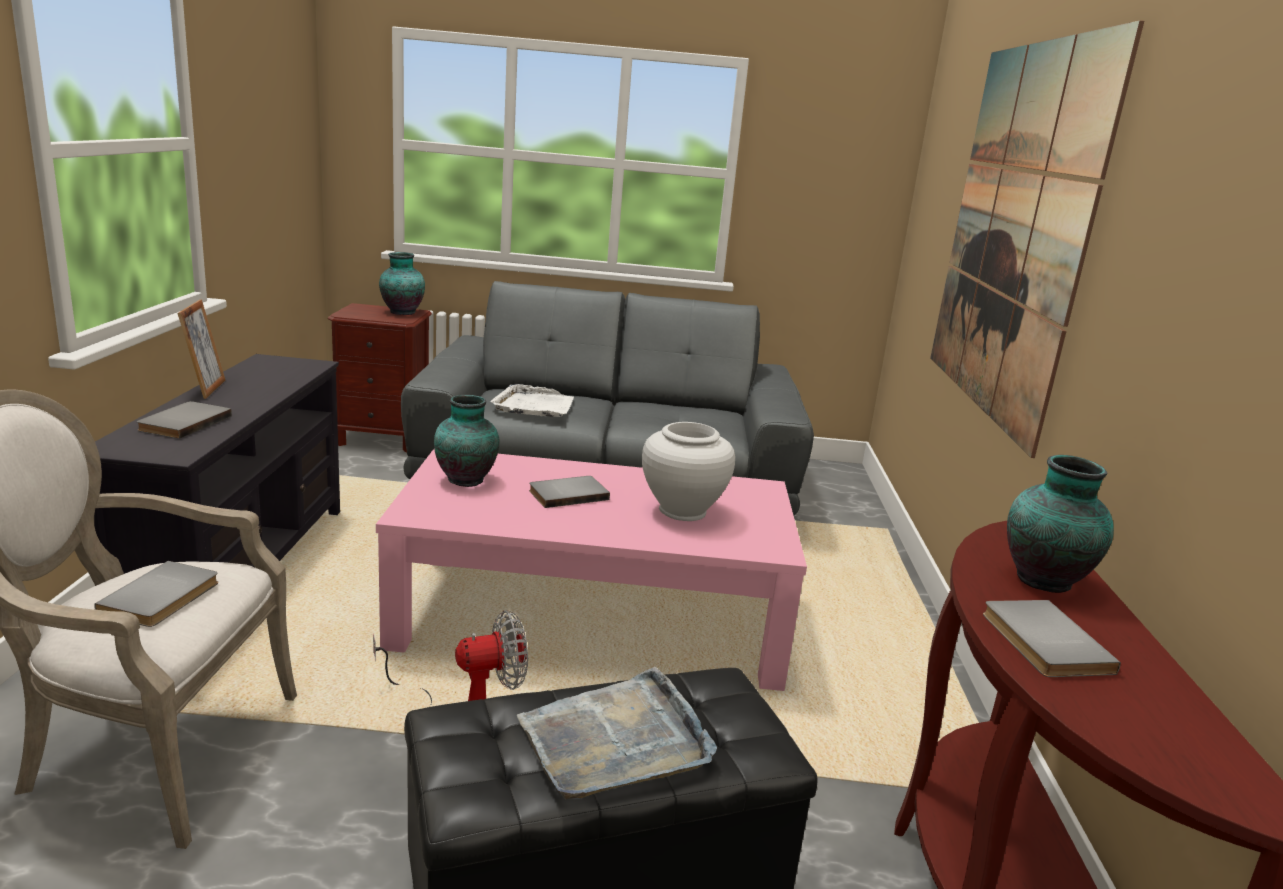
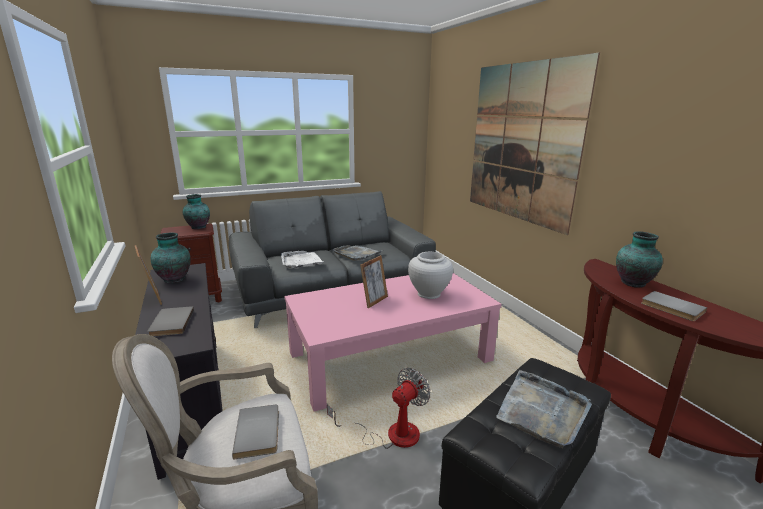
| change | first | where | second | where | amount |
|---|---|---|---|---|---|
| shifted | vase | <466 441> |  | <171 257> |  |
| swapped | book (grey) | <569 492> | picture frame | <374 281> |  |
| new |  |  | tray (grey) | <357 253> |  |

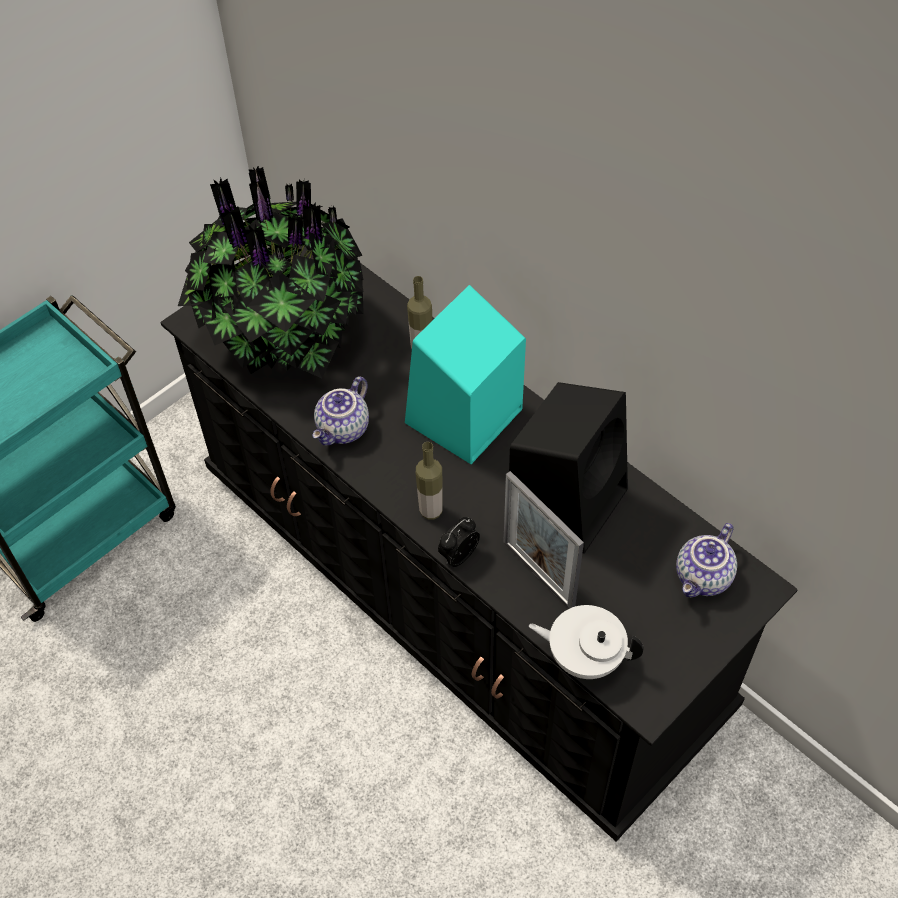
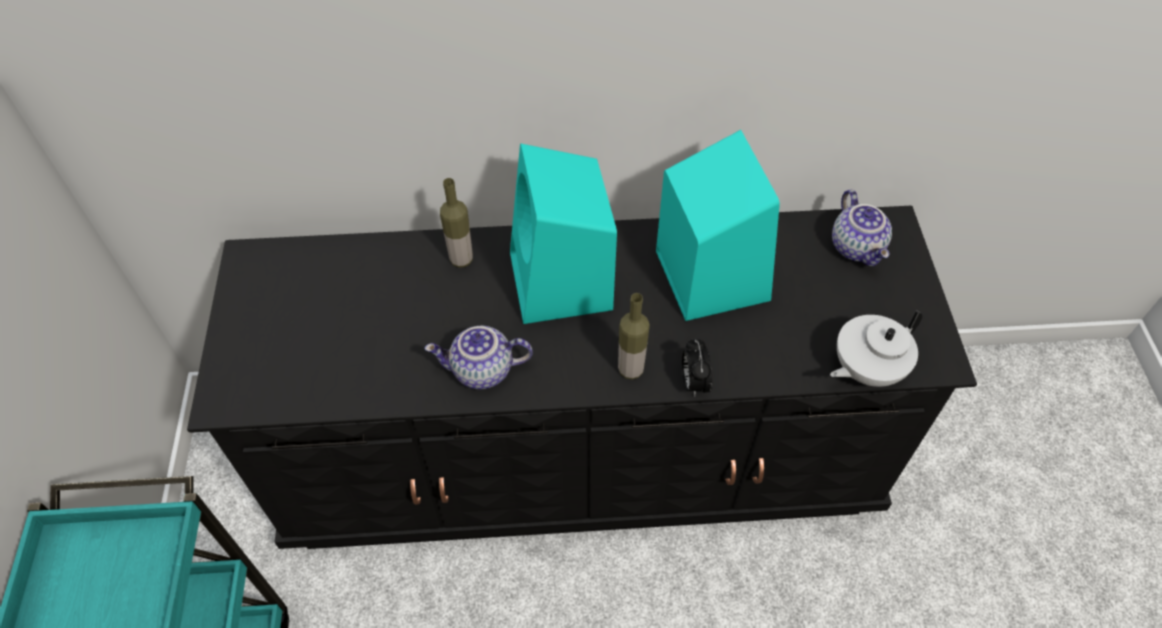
| change | first | where | second | where | amount |
|---|---|---|---|---|---|
| gone | potted plant | <271 272> |  |  |  |
| rotated | teapot | <341 411> |  | <479 357> | 105 degrees clockwise |
| gone | picture frame | <543 540> |  |  |  |
| repainted | speaker (black) | <568 468> | speaker (turquoise) | <718 225> |  |

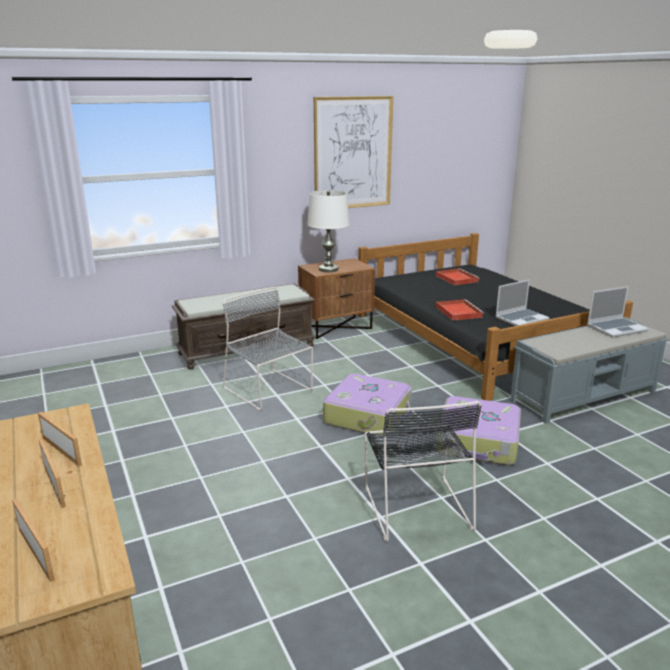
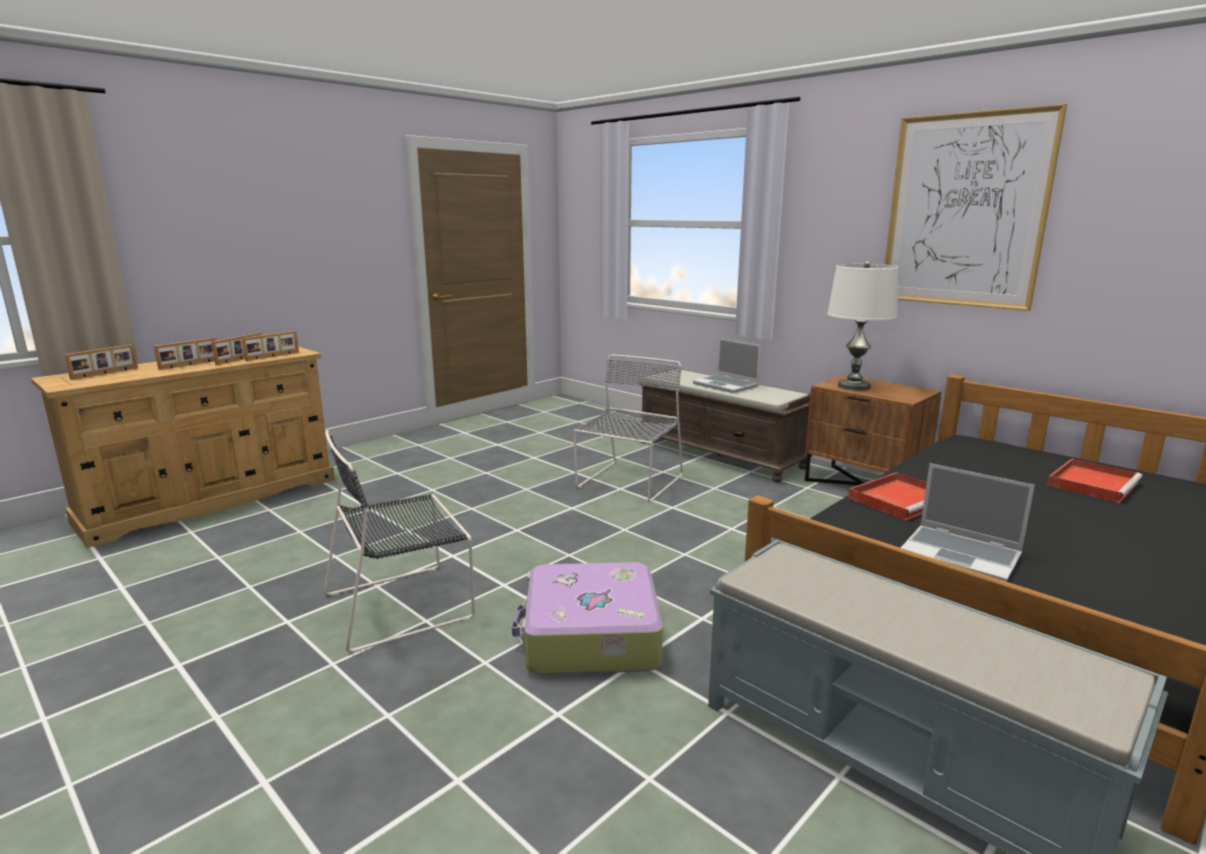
| change | first | where | second | where | amount |
|---|---|---|---|---|---|
| gone | suitcase | <367 405> |  |  |  |
| shifted | laptop | <618 312> |  | <727 365> |  |
| new |  |  | picture frame | <270 346> |  |

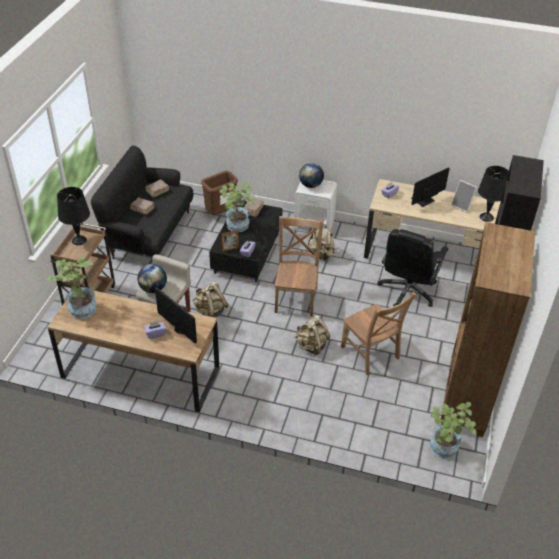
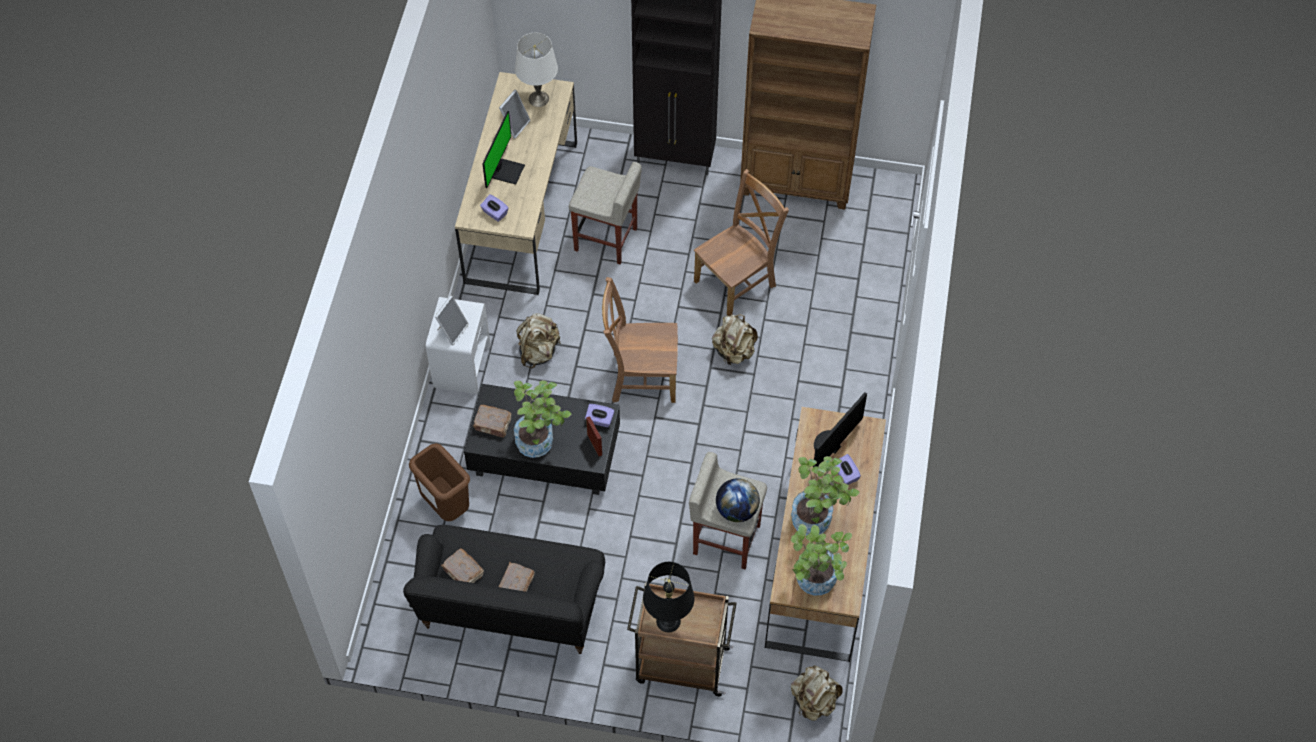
| change | first | where | second | where | amount |
|---|---|---|---|---|---|
| shifted | backpack (beige) | <210 300> |  | <817 693> |  |
| swapped | globe | <311 175> | picture frame | <452 320> |  |
| swapped | office chair (black) | <412 268> | stool (beige) | <605 213> |  |
| rotated | monitor | <430 187> |  | <504 149> | 120 degrees counterclockwise |
| shifted | potted plant | <453 430> |  | <825 496> |  |
| repainted | table lamp (black) | <493 194> | table lamp (white) | <536 70> |  |

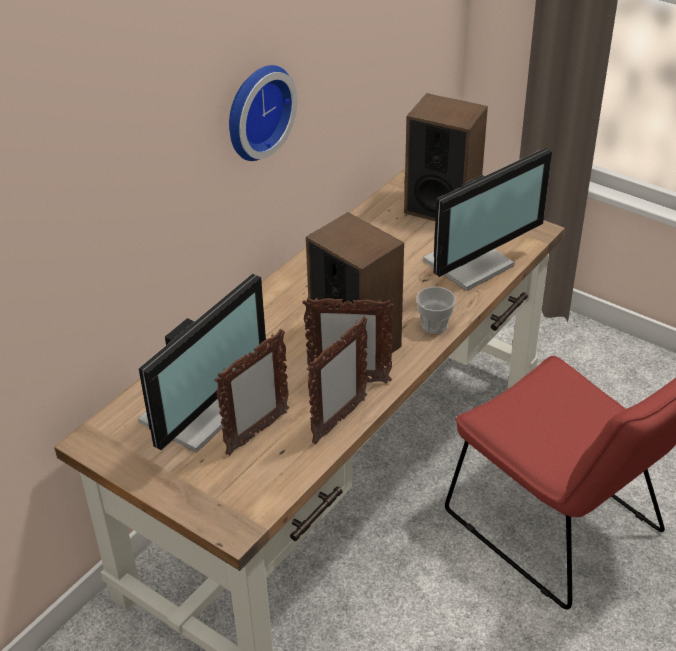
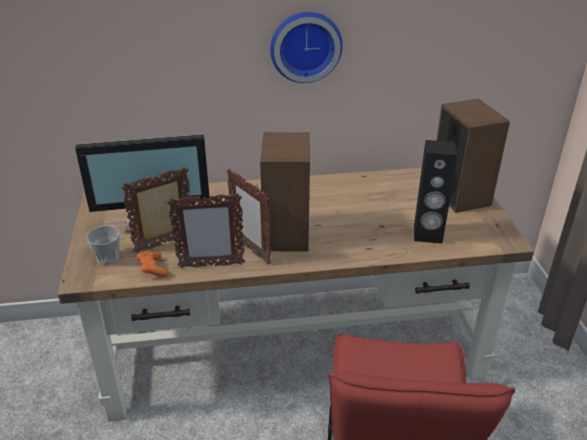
| change | first | where | second | where | amount |
|---|---|---|---|---|---|
| rotated | picture frame | <252 392> |  | <156 210> | 150 degrees clockwise |
| shifted | cup | <436 310> |  | <103 245> |  |
| swapped | monitor | <487 219> | speaker (black) | <436 192> |  |
| new |  |  | game controller (orange) | <153 264> |  |

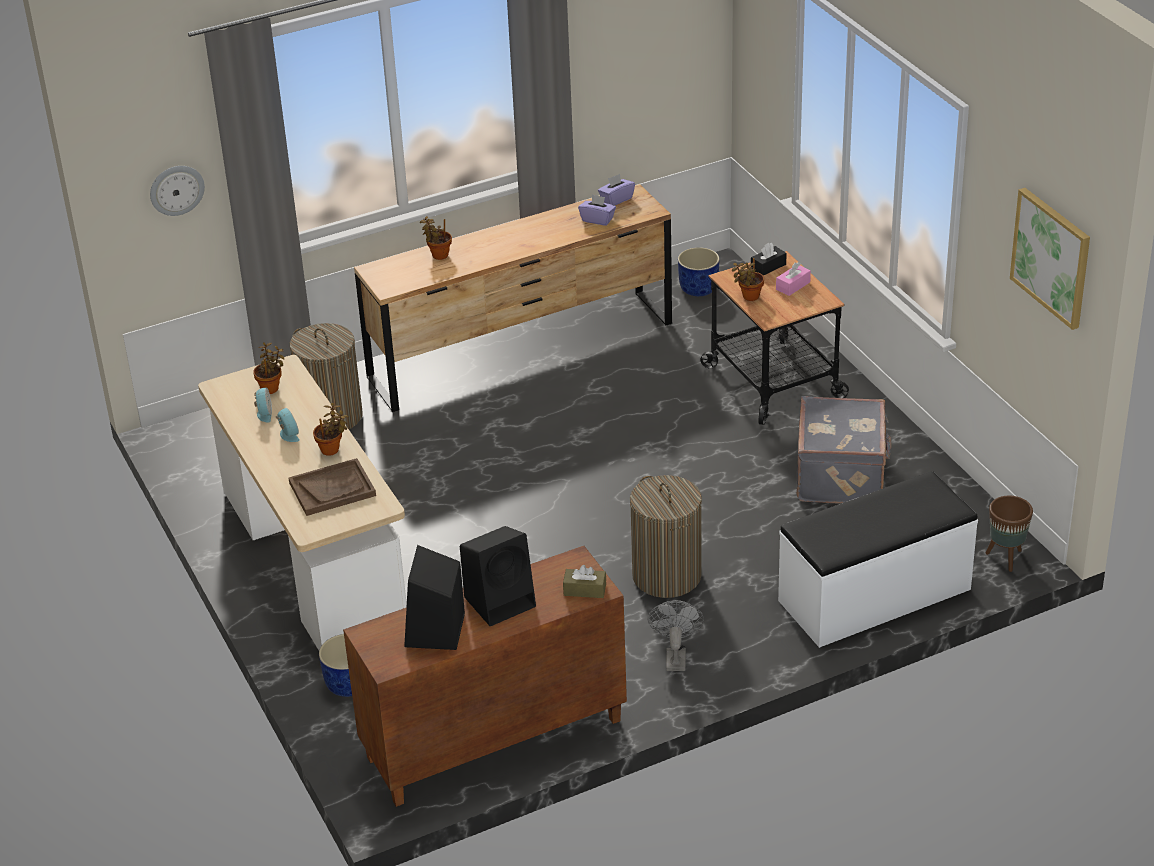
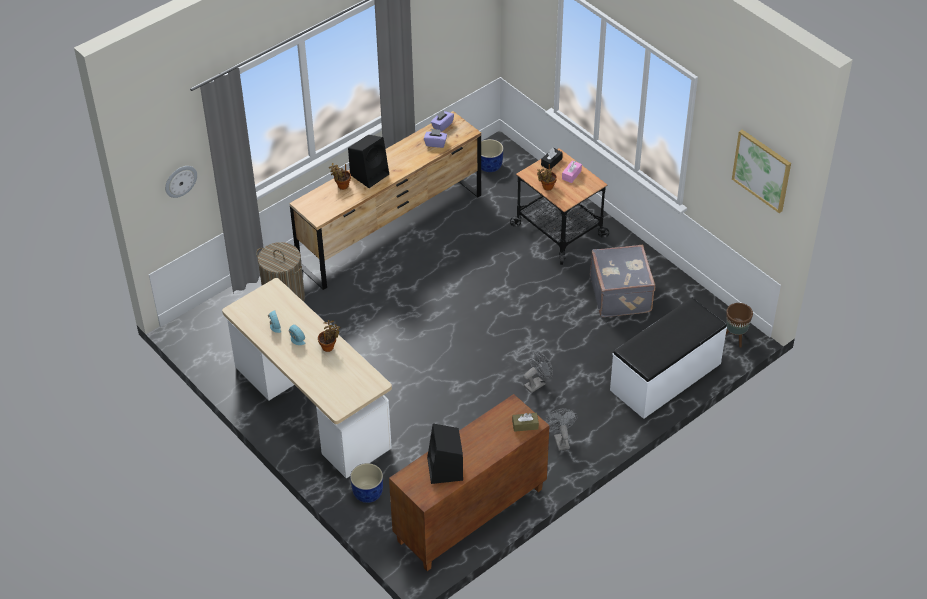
| change | first | where | second | where | amount |
|---|---|---|---|---|---|
| gone | potted plant | <268 368> |  |  |  |
| gone | tray (brown) | <332 487> |  |  |  |
| shifted | speaker (black) | <498 576> |  | <368 161> |  |
| swapped | laundry basket | <666 536> | fan (grey) | <538 372> |  |

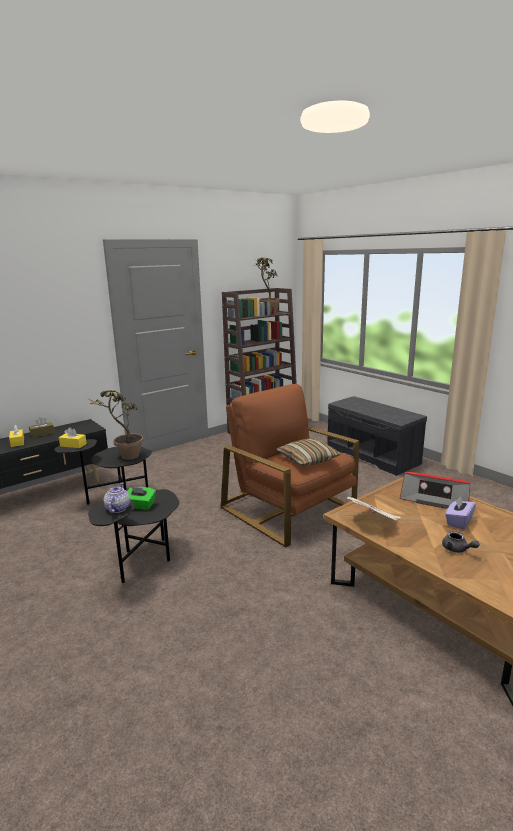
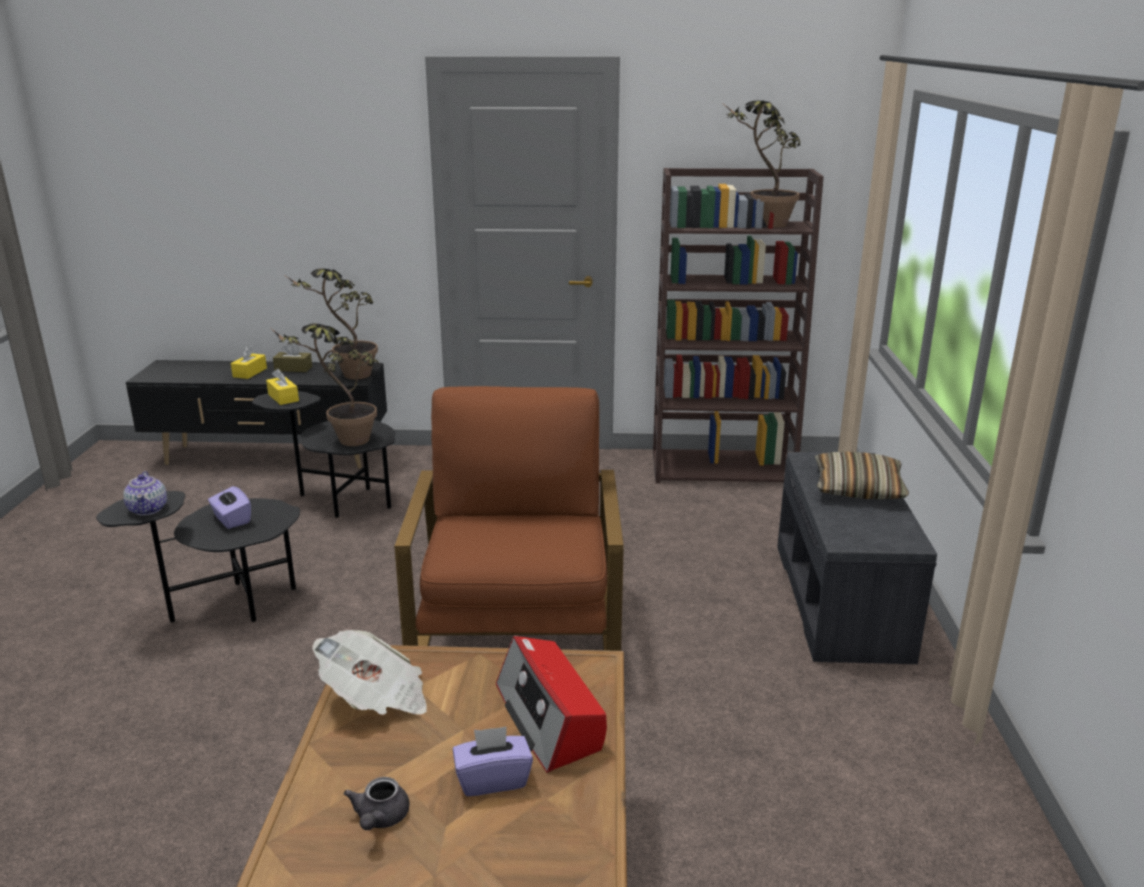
| change | first | where | second | where | amount |
|---|---|---|---|---|---|
| rotated | teapot | <116 498> |  | <145 493> | 120 degrees clockwise |
| repainted | tissue box (green) | <141 498> | tissue box (purple) | <229 507> |  |
| shifted | pillow | <308 452> |  | <861 475> |  |
| new |  |  | potted plant | <332 324> |  |

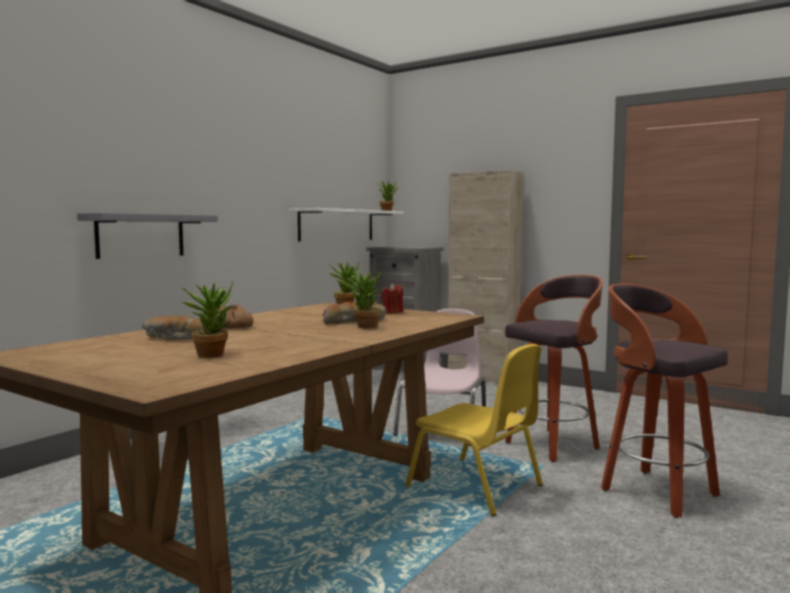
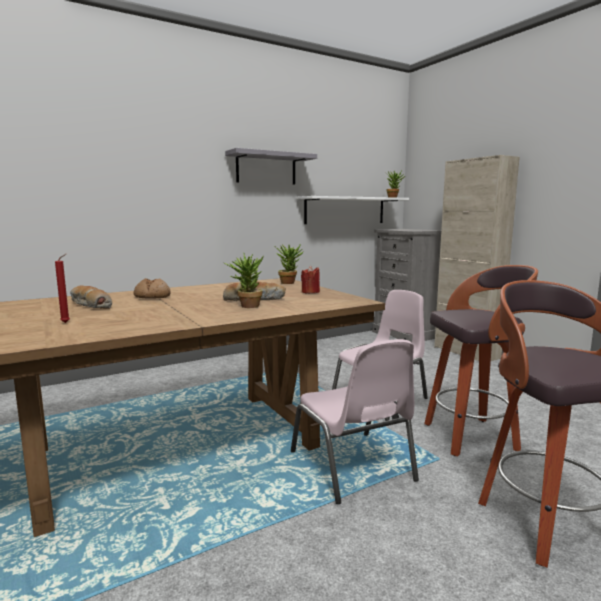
| change | first | where | second | where | amount |
|---|---|---|---|---|---|
| shifted | shelf (grey) | <147 236> |  | <271 166> |  |
| swapped | potted plant | <206 319> | candle (red) | <62 288> |  |
| repainted | chair (yellow) | <474 430> | chair (pink) | <355 421> |  |

